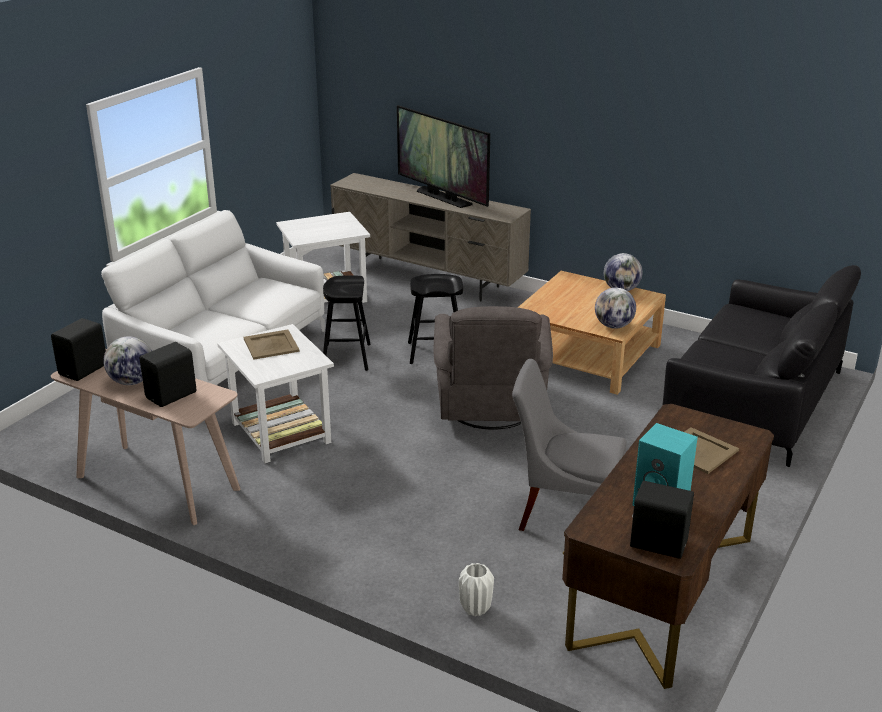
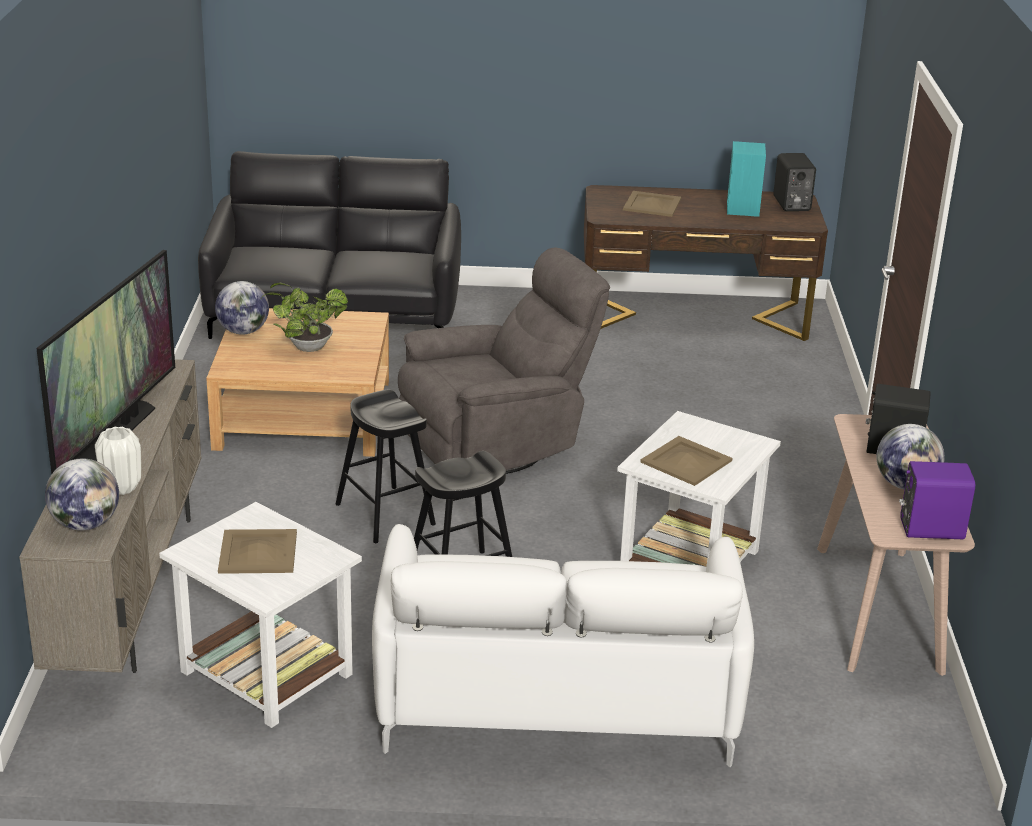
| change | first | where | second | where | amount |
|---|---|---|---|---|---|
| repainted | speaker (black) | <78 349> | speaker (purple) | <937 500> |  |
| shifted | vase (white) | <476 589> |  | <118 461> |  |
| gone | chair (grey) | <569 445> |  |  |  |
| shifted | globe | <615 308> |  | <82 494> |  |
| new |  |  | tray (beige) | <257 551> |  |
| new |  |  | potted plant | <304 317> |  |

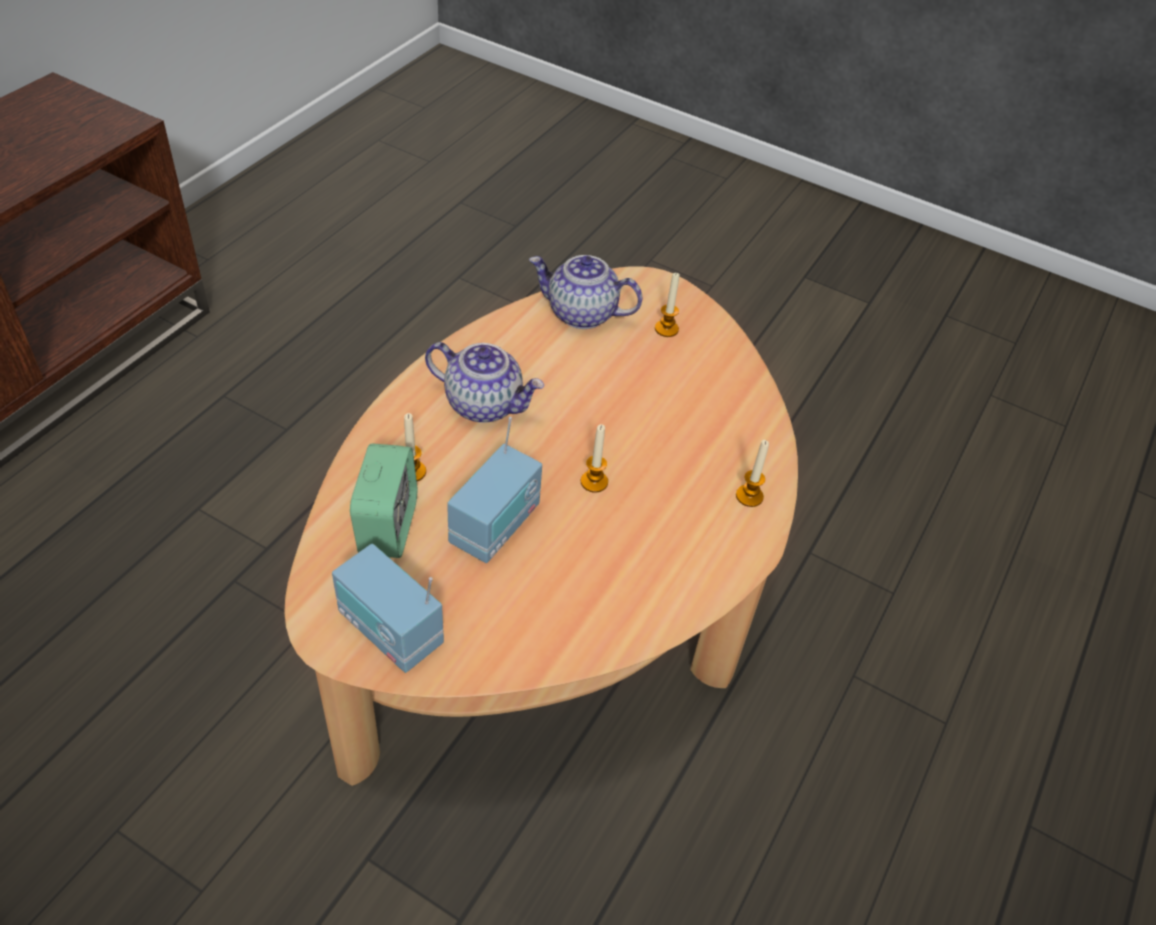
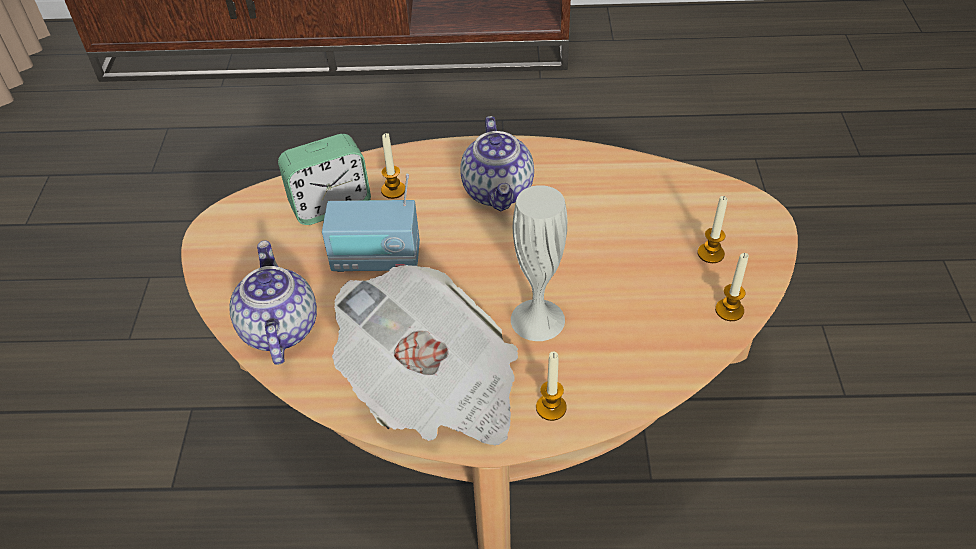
| change | first | where | second | where | amount |
|---|---|---|---|---|---|
| gone | radio | <388 608> |  |  |  |
| shifted | teapot | <585 292> |  | <273 302> |  |
| shifted | candle | <594 458> |  | <732 287> |  |
| new |  |  | newspaper | <425 355> |  |
| new |  |  | vase (white) | <539 263> |  |

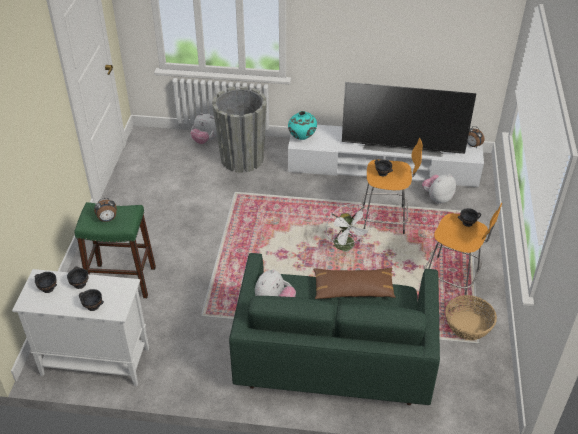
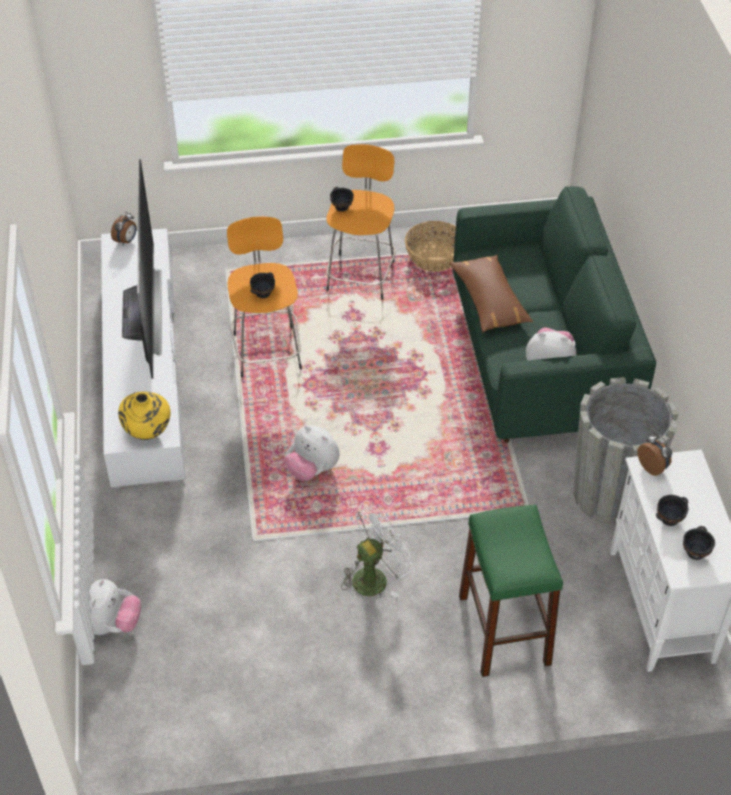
| change | first | where | second | where | amount |
|---|---|---|---|---|---|
| gone | bowl (black) | <91 300> |  |  |  |
| shifted | alarm clock | <105 210> |  | <654 455> |  |
| shifted | planter (grey) | <239 129> |  | <625 451> |  |
| repainted | vase (turquoise) | <302 125> | vase (yellow) | <144 416> |  |
| shifted | fan (white) | <349 227> |  | <377 552> |  |
| shifted | plush toy | <439 189> |  | <312 453> |  |

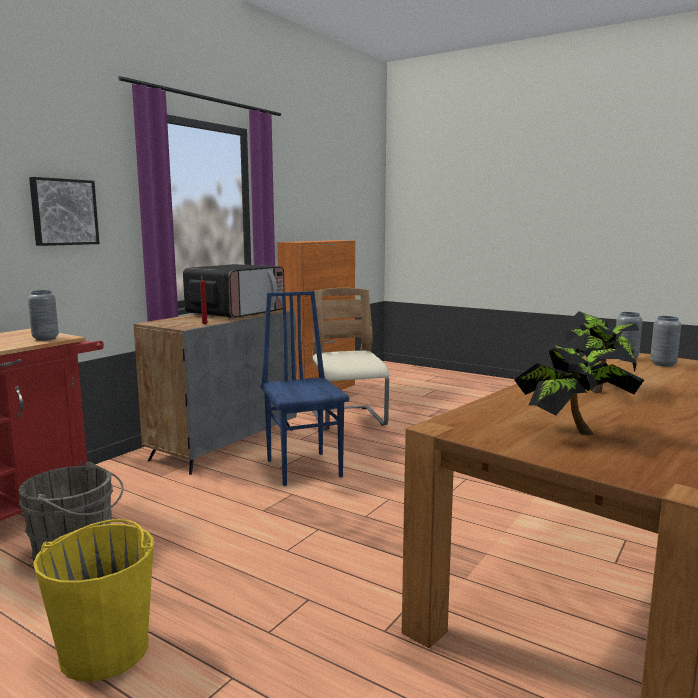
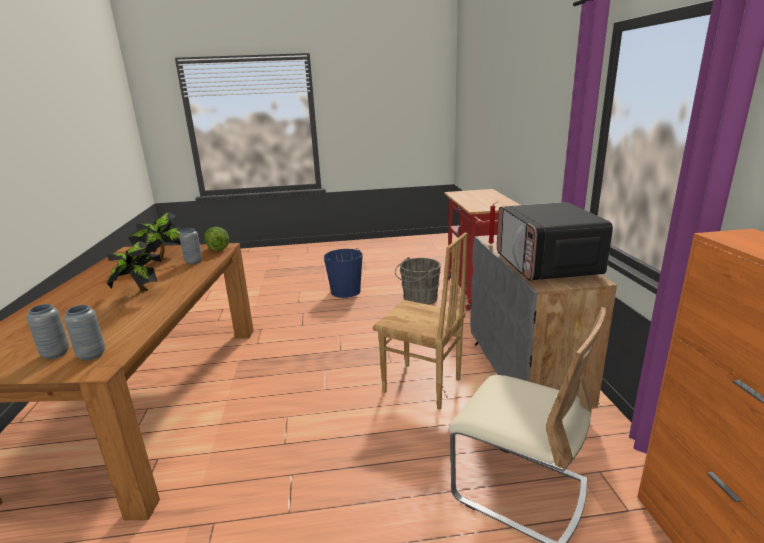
| change | first | where | second | where | amount |
|---|---|---|---|---|---|
| shifted | vase (grey) | <43 315> |  | <190 246> |  |
| gone | picture | <64 211> |  |  |  |
| repainted | bucket (yellow) | <93 600> | bucket (blue) | <343 273> |  |
| repainted | chair (blue) | <305 388> | chair (brown) | <420 321> |  |
| new |  |  | lettuce | <216 239> |  |

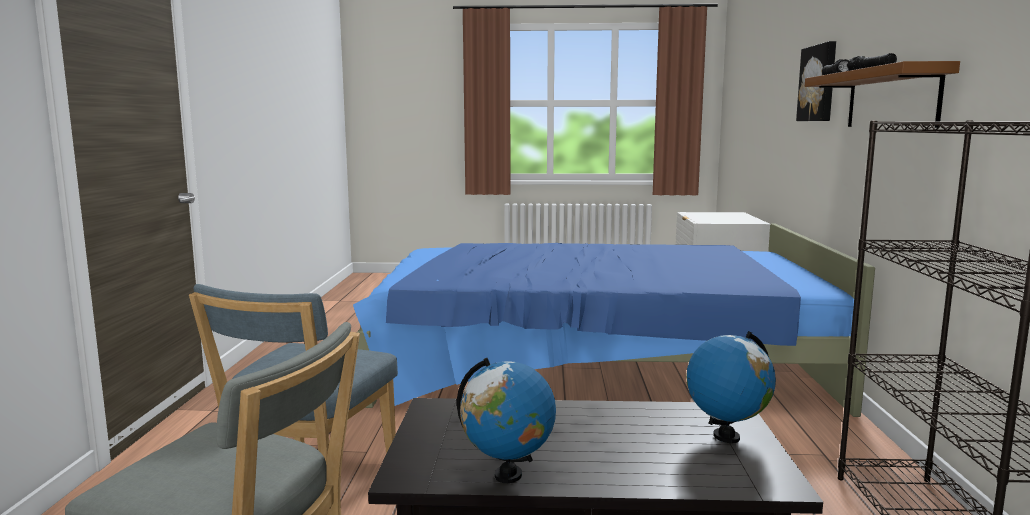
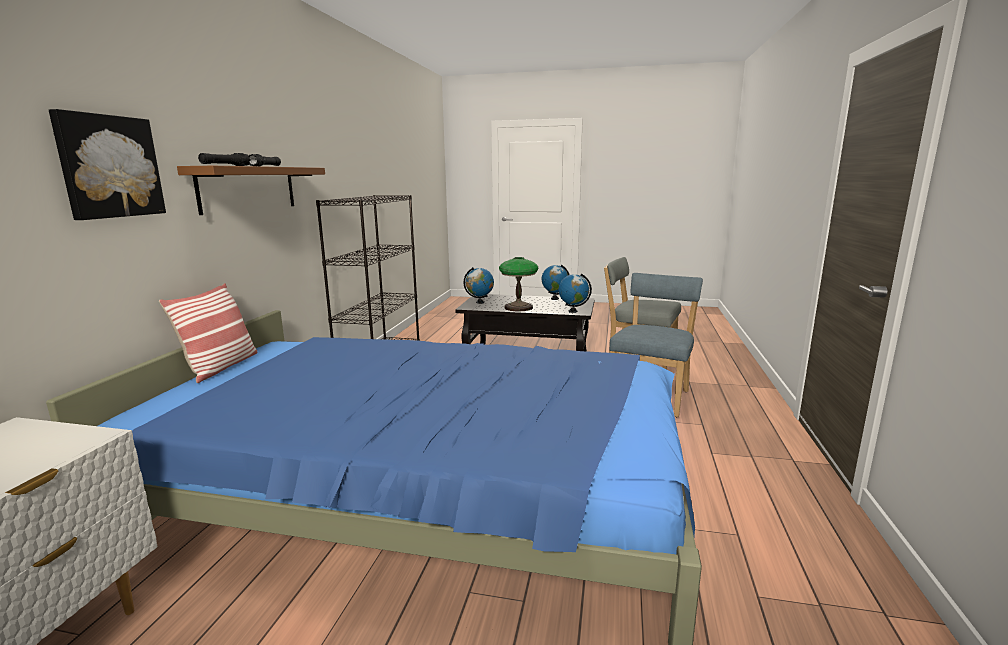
| change | first | where | second | where | amount |
|---|---|---|---|---|---|
| new |  |  | pillow | <208 333> |  |
| new |  |  | table lamp | <518 284> |  |
| new |  |  | globe | <575 293> |  |

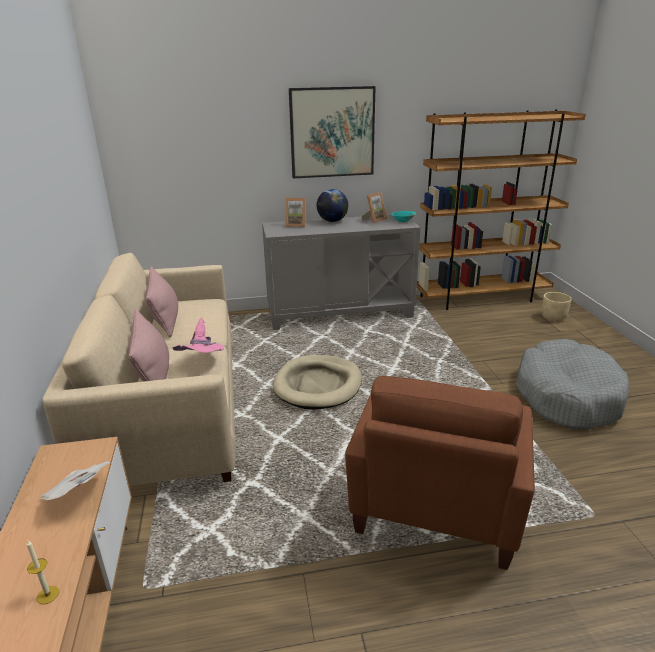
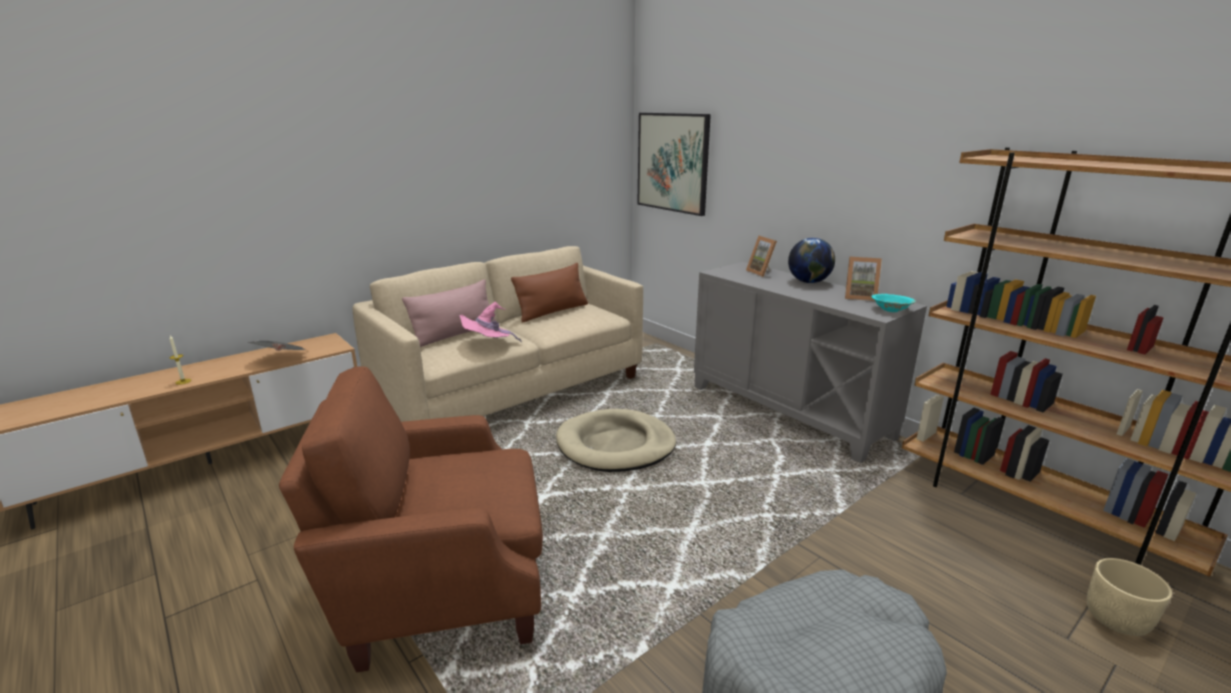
| change | first | where | second | where | amount |
|---|---|---|---|---|---|
| repainted | pillow (pink) | <161 302> | pillow (brown) | <549 293> |  |
| shifted | picture | <332 132> |  | <674 164> |  |

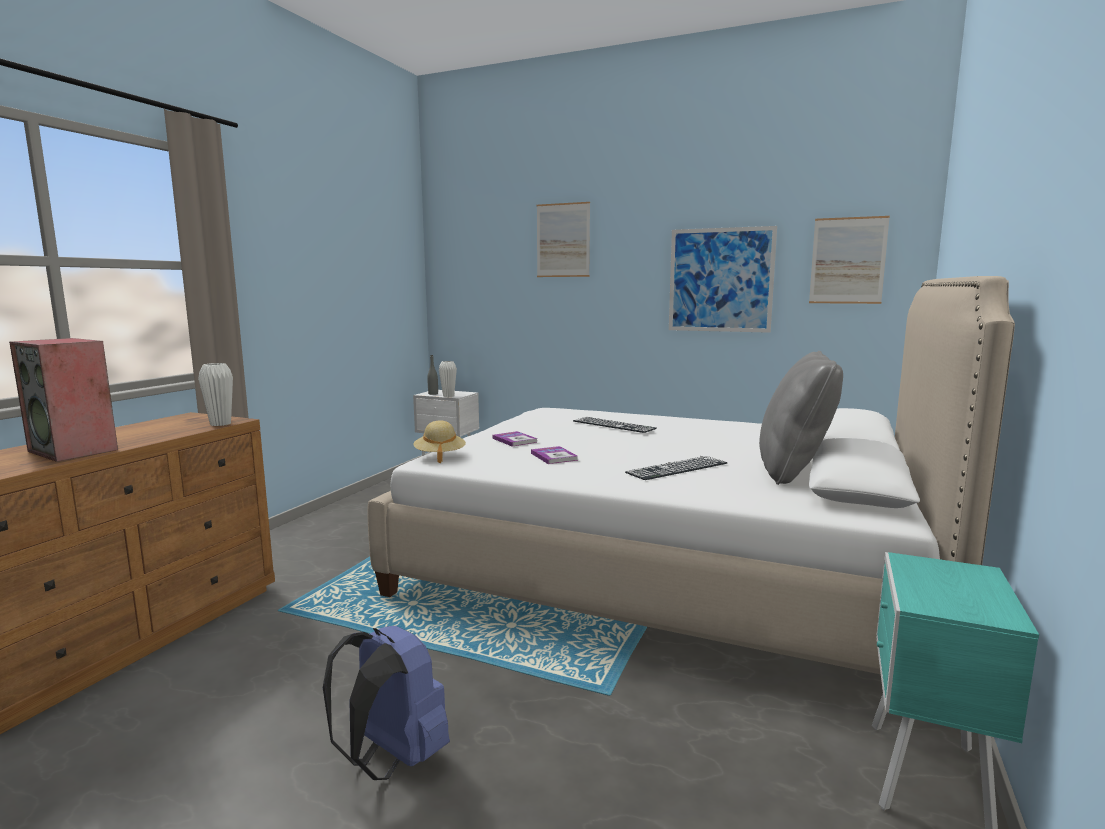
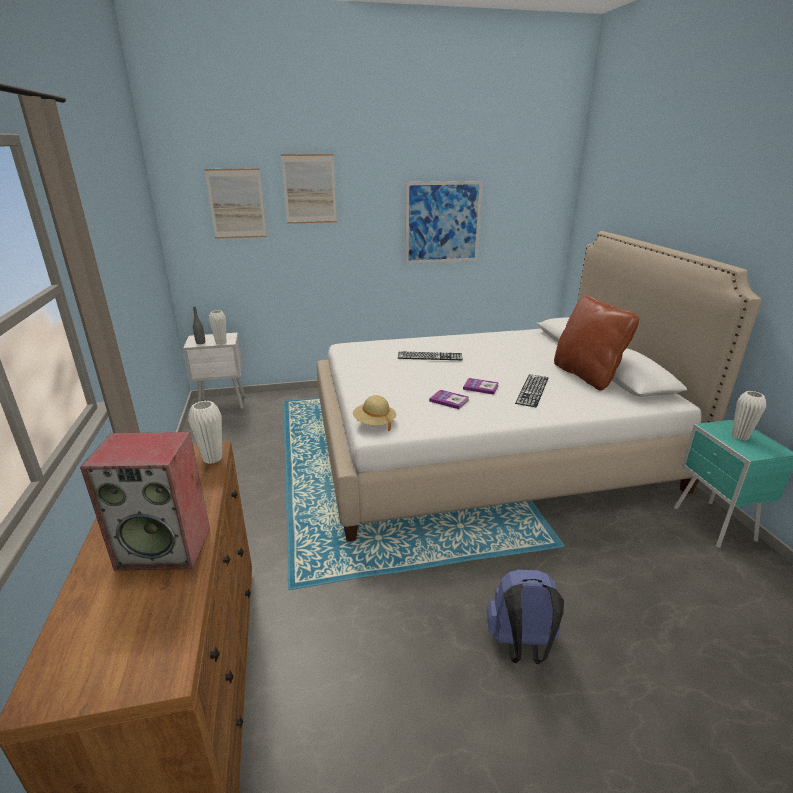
| change | first | where | second | where | amount |
|---|---|---|---|---|---|
| shifted | book | <515 439> |  | <481 386> |  |
| repainted | pillow (grey) | <801 418> | pillow (brown) | <596 343> |  |
| shifted | picture | <849 260> |  | <236 203> |  |
| new |  |  | vase (white) | <749 416> |  |

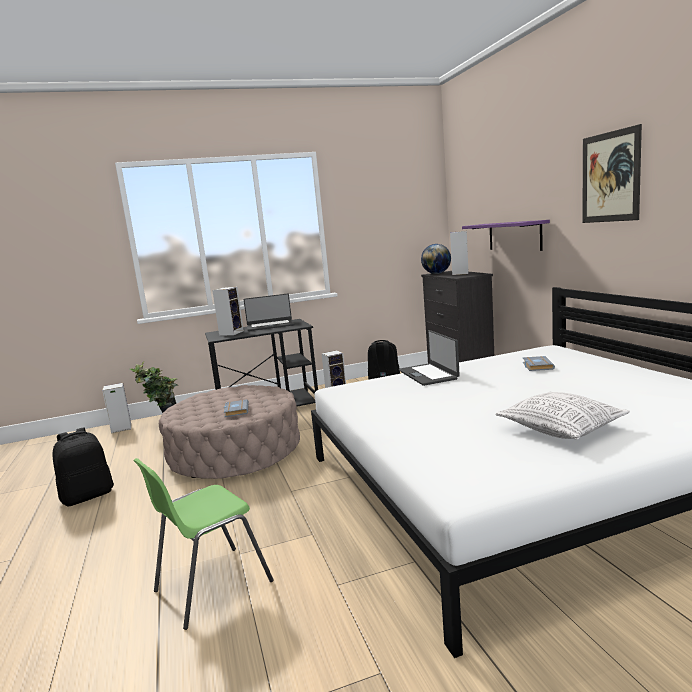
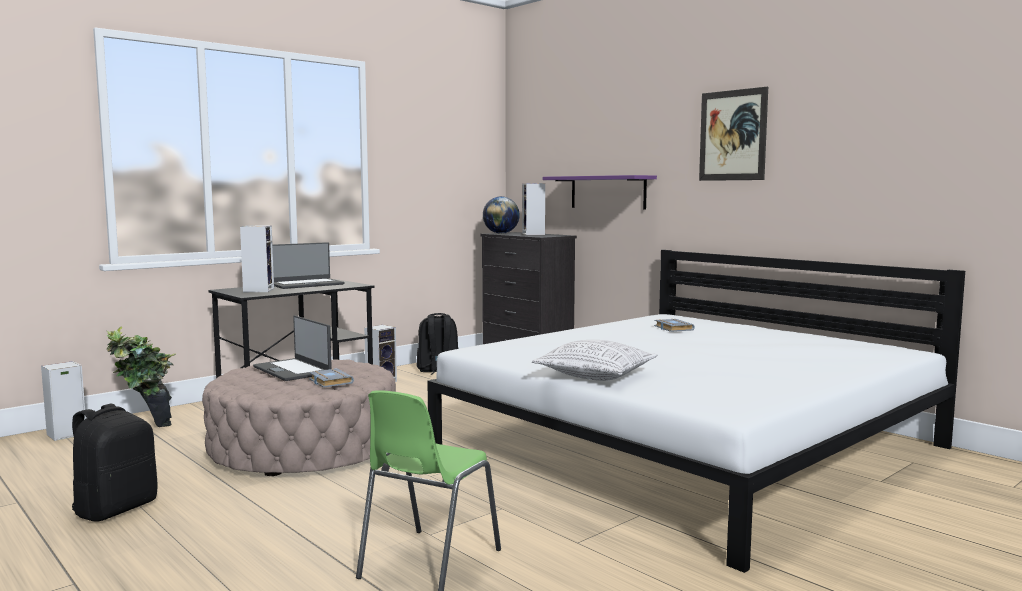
| change | first | where | second | where | amount |
|---|---|---|---|---|---|
| shifted | laptop | <429 358> |  | <292 348> |  |
| shifted | pillow | <562 416> |  | <594 360> |  |

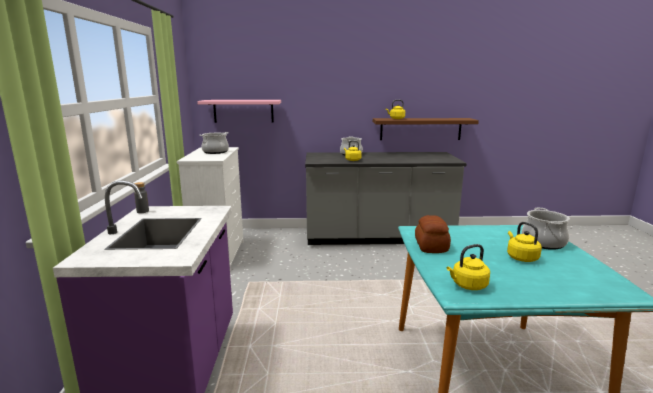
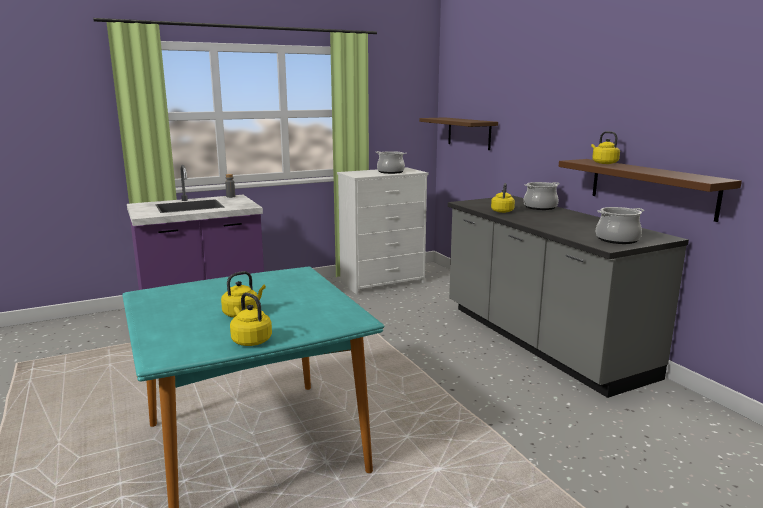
| change | first | where | second | where | amount |
|---|---|---|---|---|---|
| repainted | shelf (pink) | <239 111> | shelf (brown) | <458 133> |  |
| gone | bread | <433 234> |  |  |  |
| shifted | kettle (yellow) | <468 267> |  | <251 319> |  |
| shifted | cooking pot | <546 229> |  | <620 225> |  |

